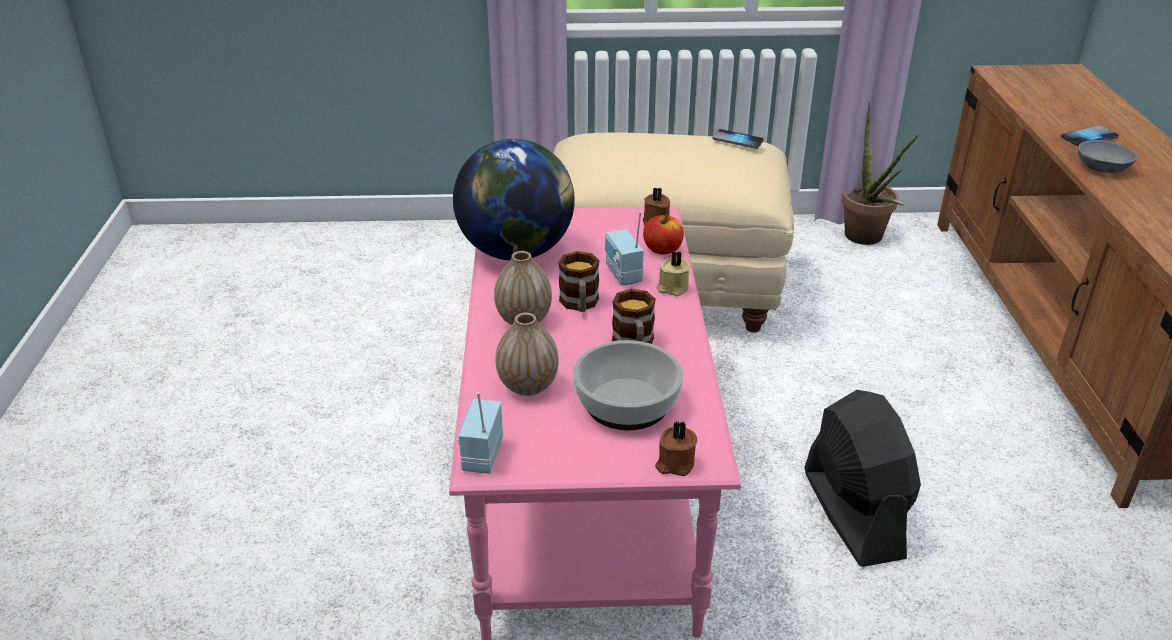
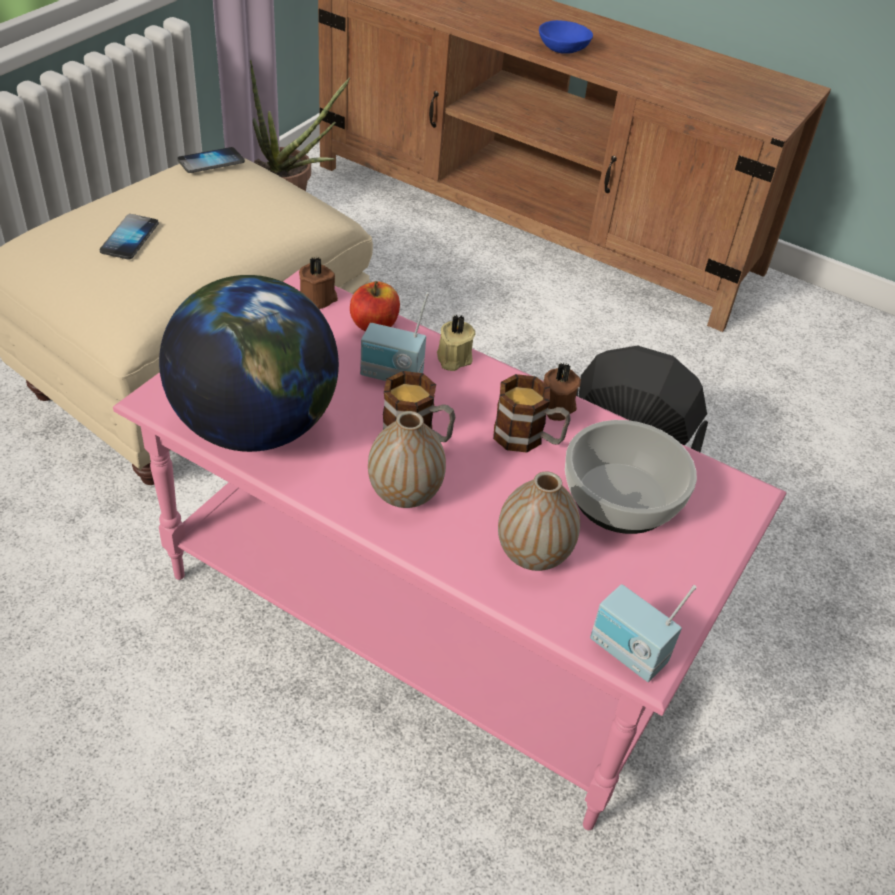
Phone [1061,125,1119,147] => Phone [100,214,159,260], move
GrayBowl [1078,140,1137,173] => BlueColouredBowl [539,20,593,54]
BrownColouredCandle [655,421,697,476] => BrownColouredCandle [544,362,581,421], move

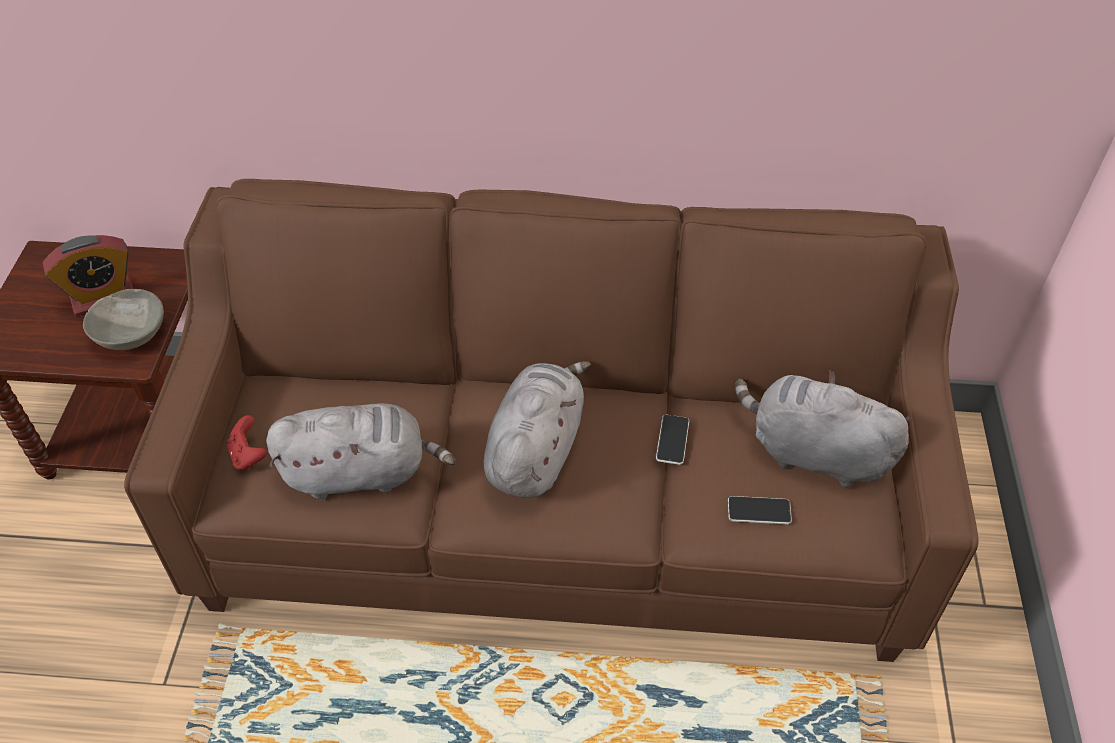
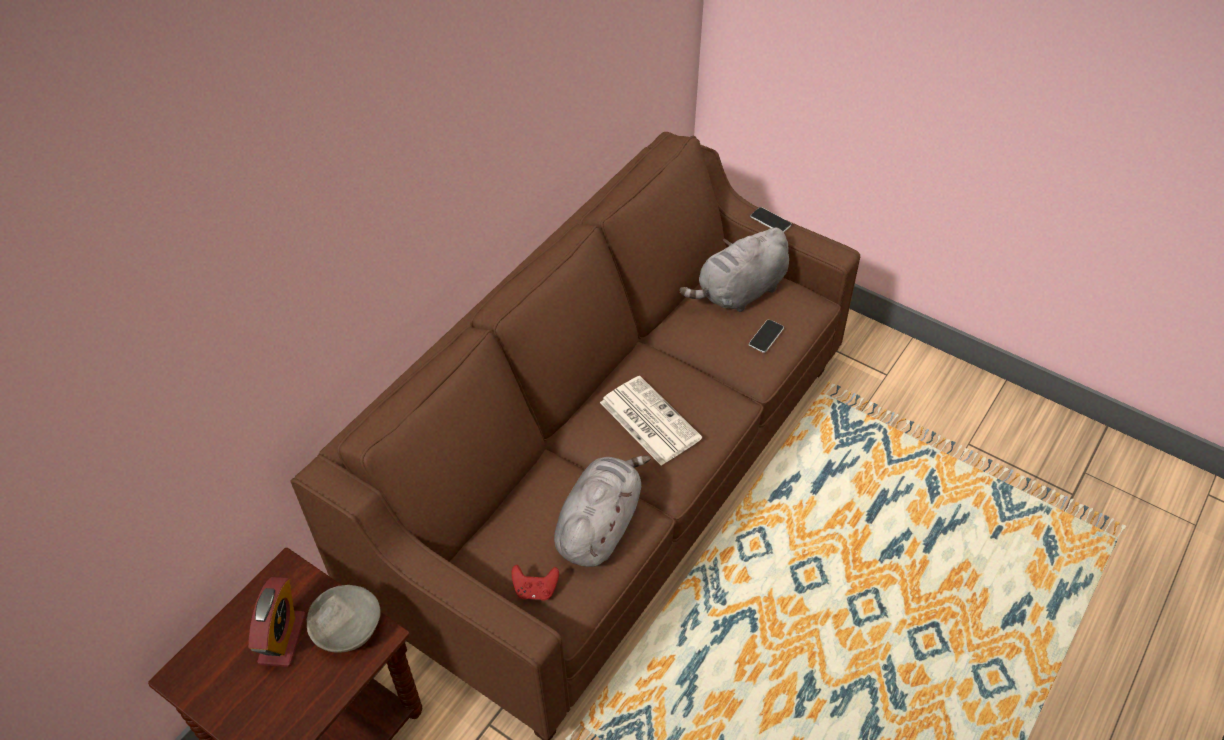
GraySoftToy [484,361,591,498] => Newspaper [600,376,702,466]
Phone [656,415,689,465] => Phone [750,207,792,232], move

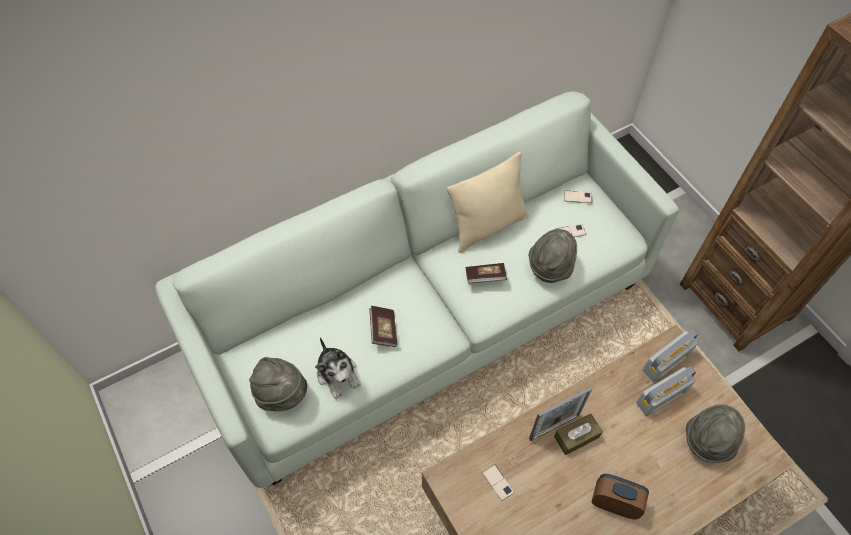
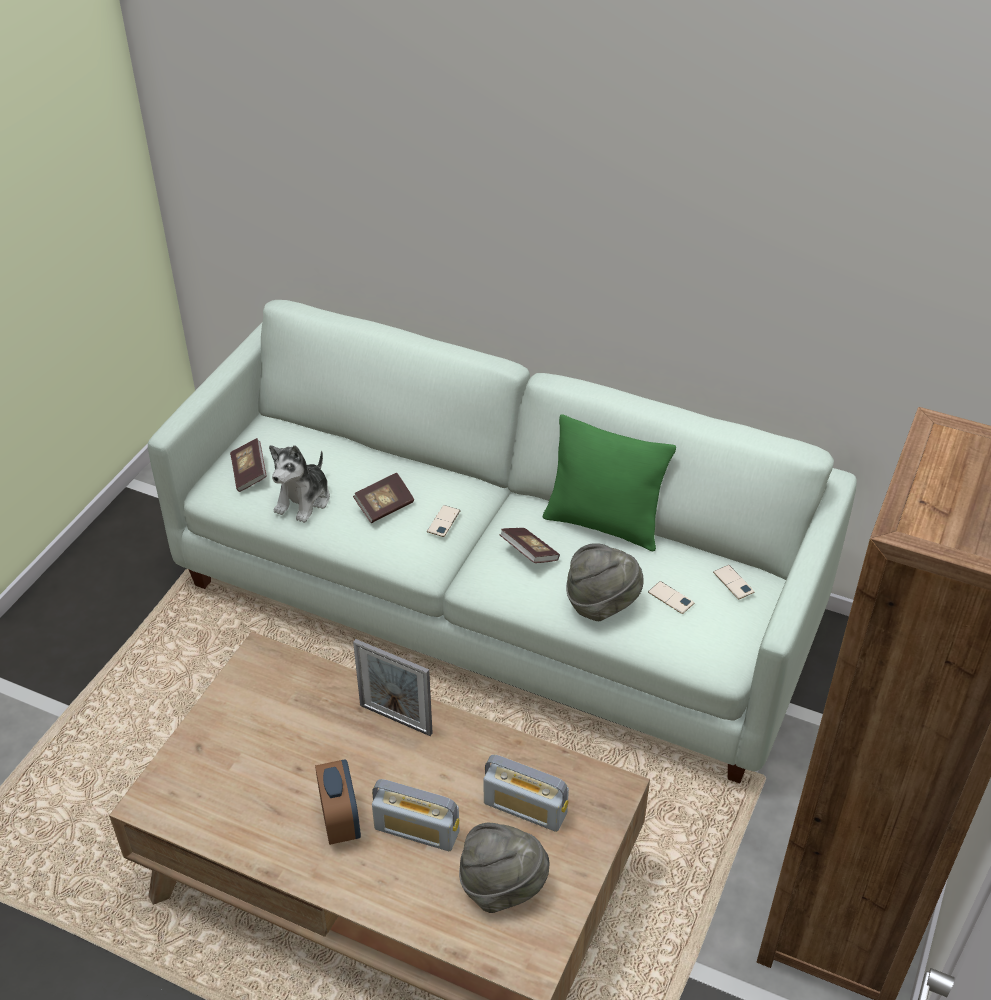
GrayHat [249,357,307,411] => Volume [230,438,267,492]
RadioSet [643,330,698,382] => RadioSet [372,779,459,851], move
Phone [482,464,514,501] => Phone [427,505,461,537], move
BeigeCushion [447,152,529,253] => GreenCushion [543,414,676,551]
BrownColouredTissueHolder [554,414,603,455] => nothing

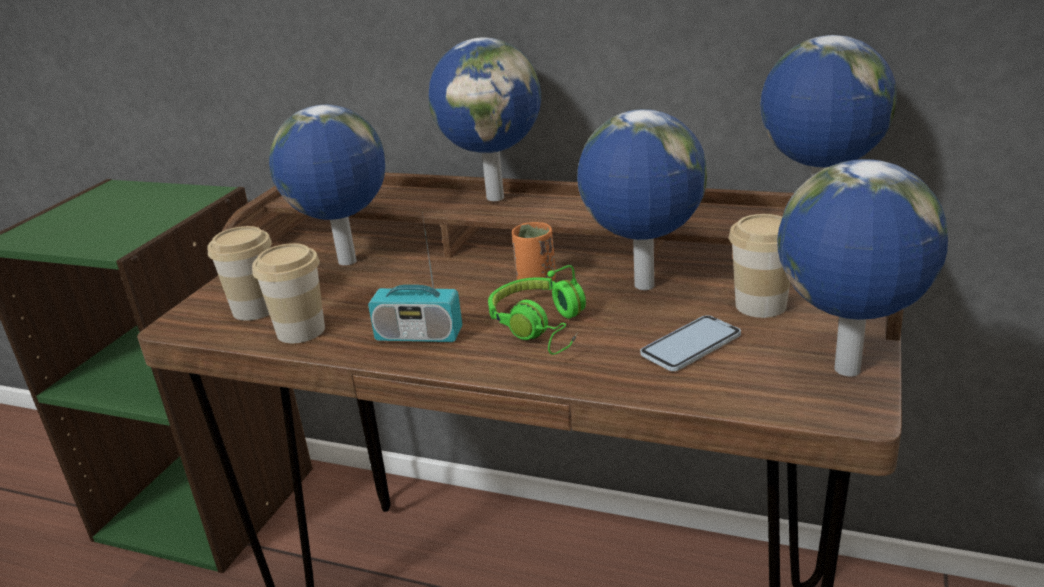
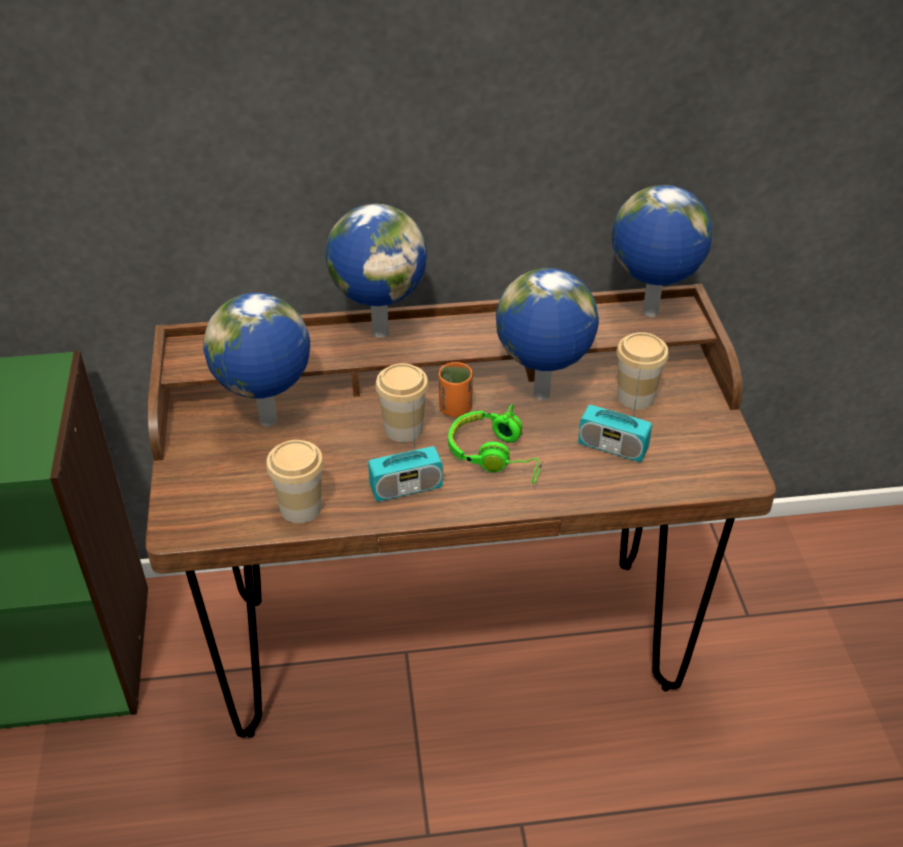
Cup [207,226,272,321] => Cup [375,363,429,442], move
Phone [640,315,741,371] => RadioSet [578,367,652,462]
DeskGlobe [777,159,948,376] => nothing

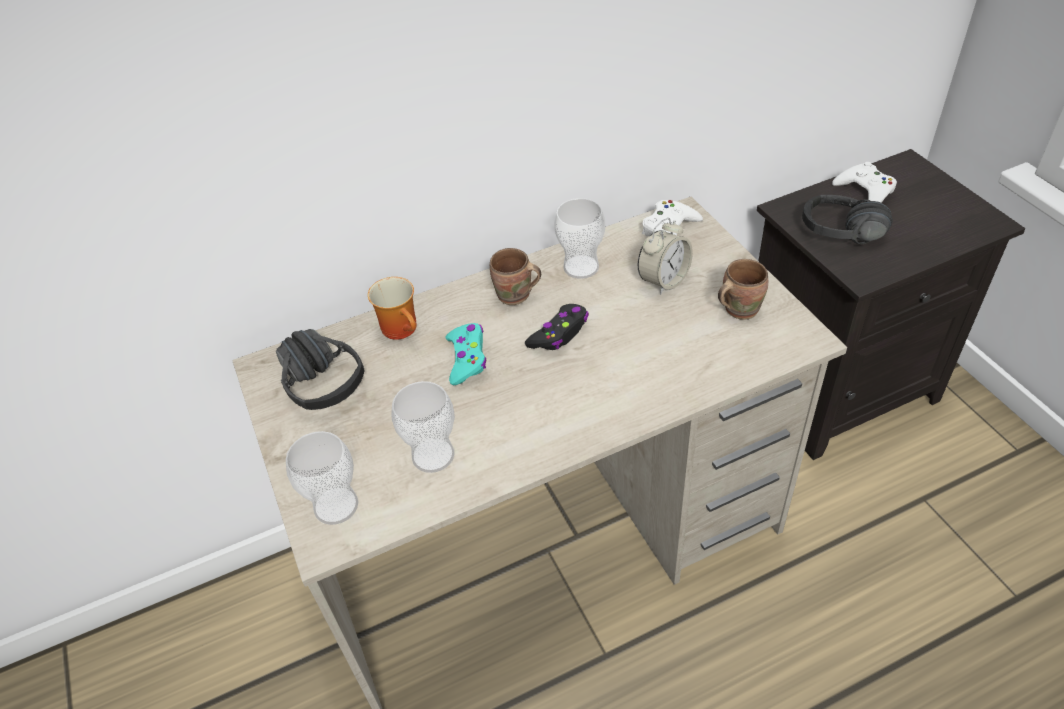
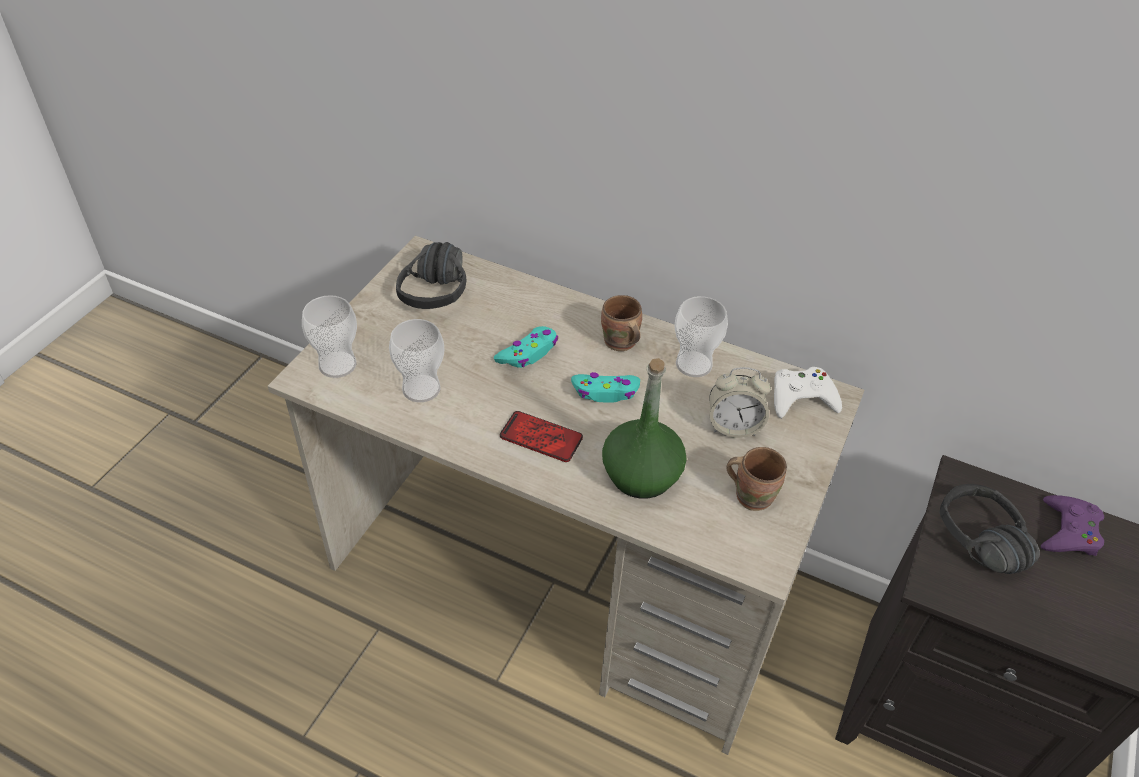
nothing => Phone [500,411,583,462]
BlackishGameController [525,304,589,350] => BlueGreenGameController [571,372,640,403]
nothing => GreenBeverageBottle [602,358,687,499]
WhiteGameController [832,162,897,202] => PurplishGameController [1041,495,1104,556]
TeaMug [368,277,417,340] => nothing

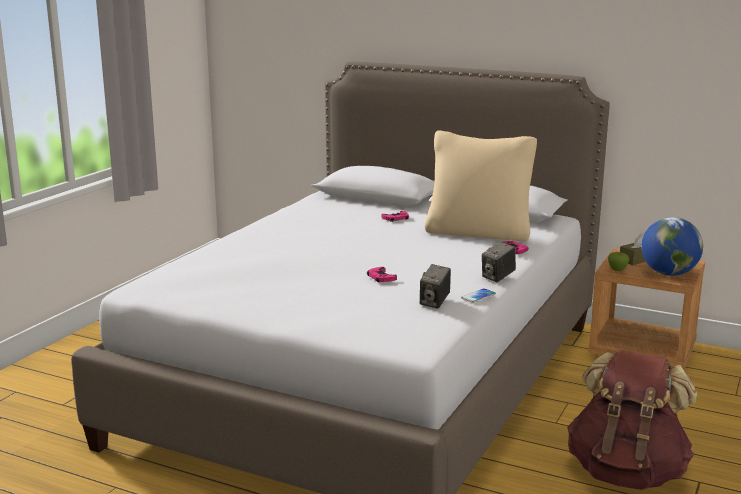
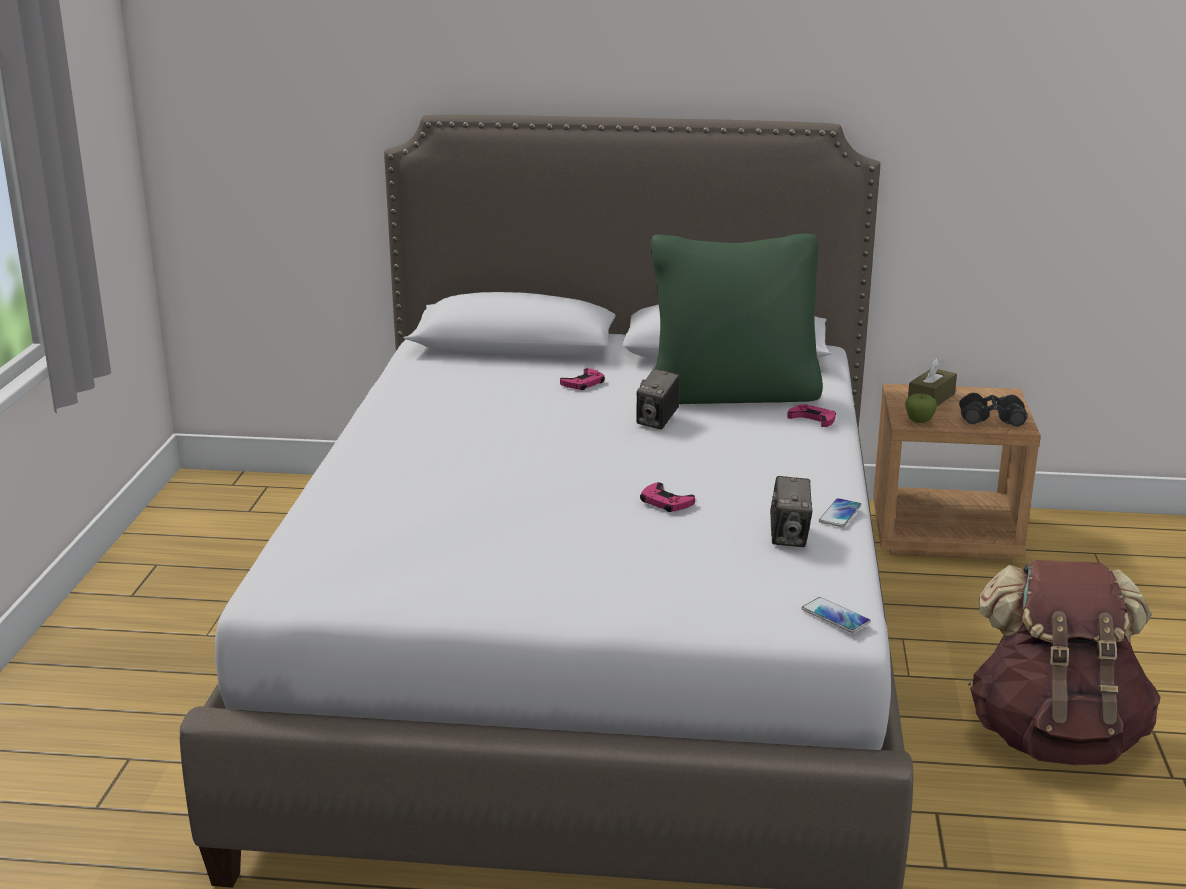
PhotoCamera [482,241,516,282] => PhotoCamera [636,369,680,429], move
BeigeCushion [424,130,537,241] => GreenCushion [651,234,823,404]
nothing => Phone [802,597,871,633]
DeskGlobe [641,217,703,276] => BlackishBinoculars [959,393,1028,427]

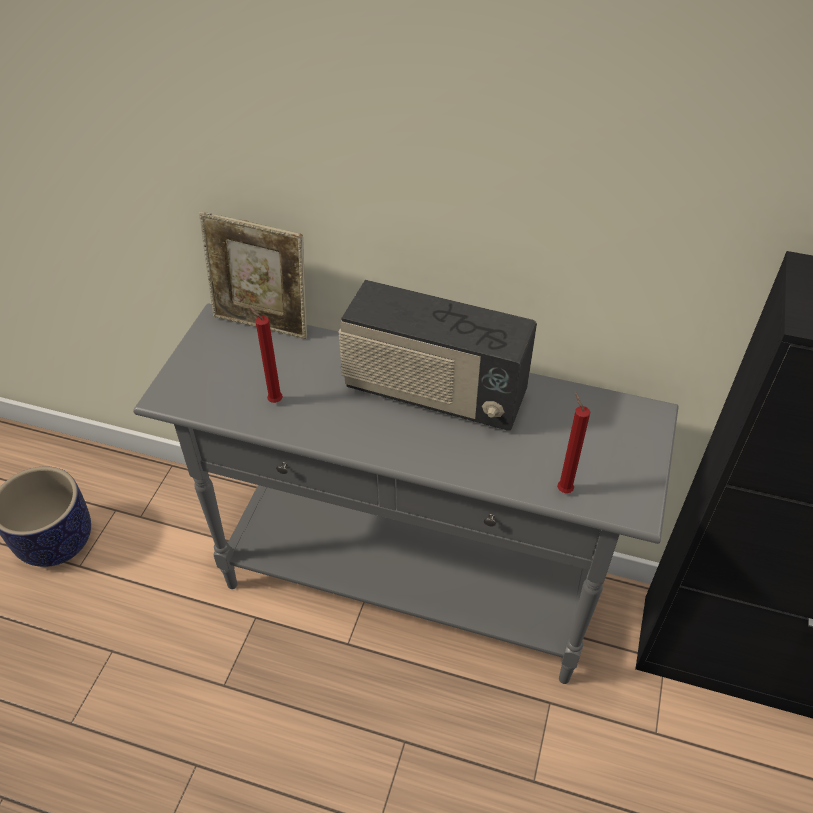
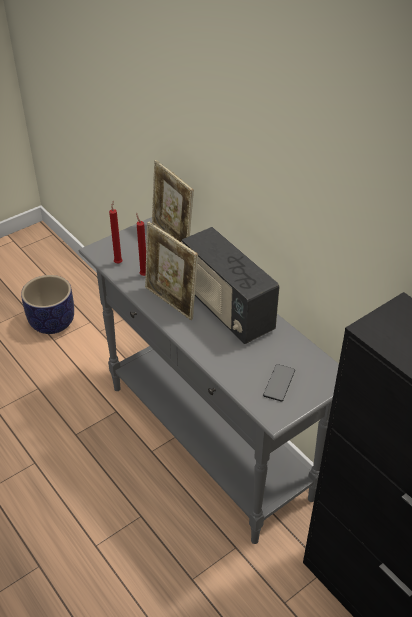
RedCandle [557,392,590,493] => RedCandle [109,200,123,264], move
nothing => PhotoFrame [145,222,198,320]
nothing => Phone [263,364,295,402]

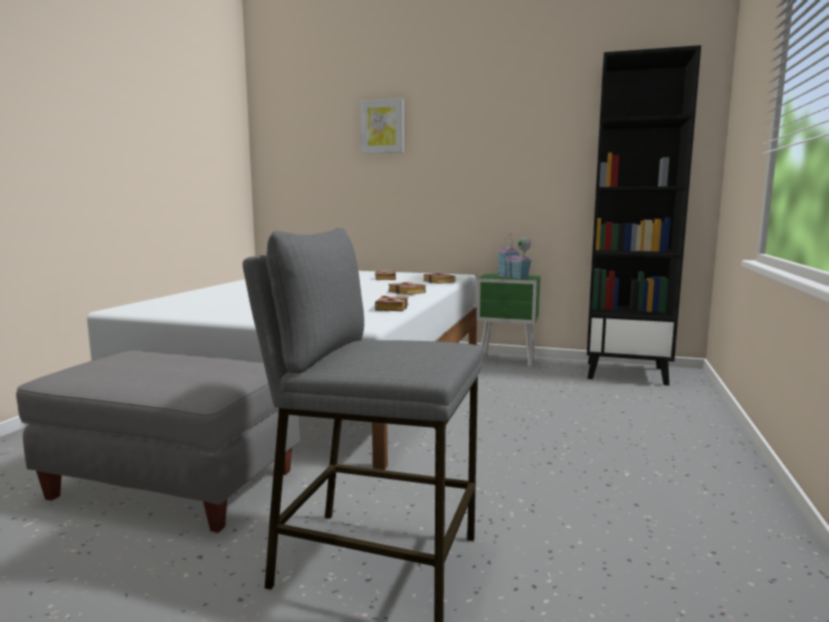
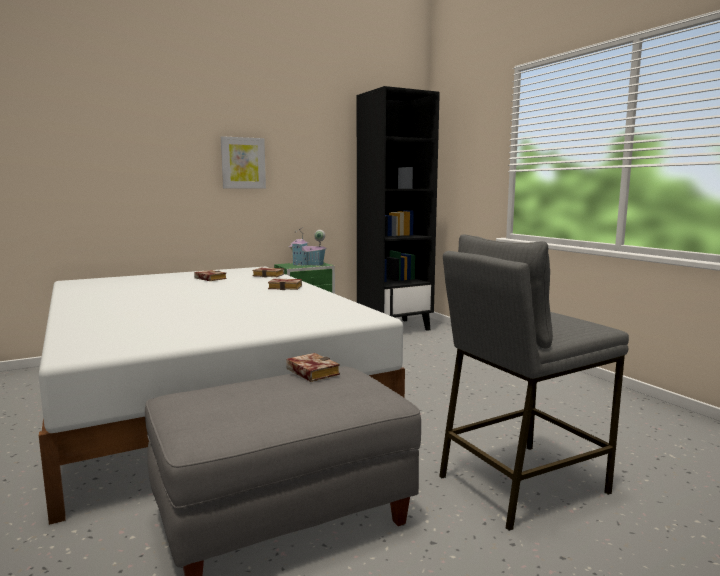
WallPicture [360,98,404,154] => WallPicture [221,136,266,189], move
Volume [375,296,409,311] => Volume [286,353,340,382], move

